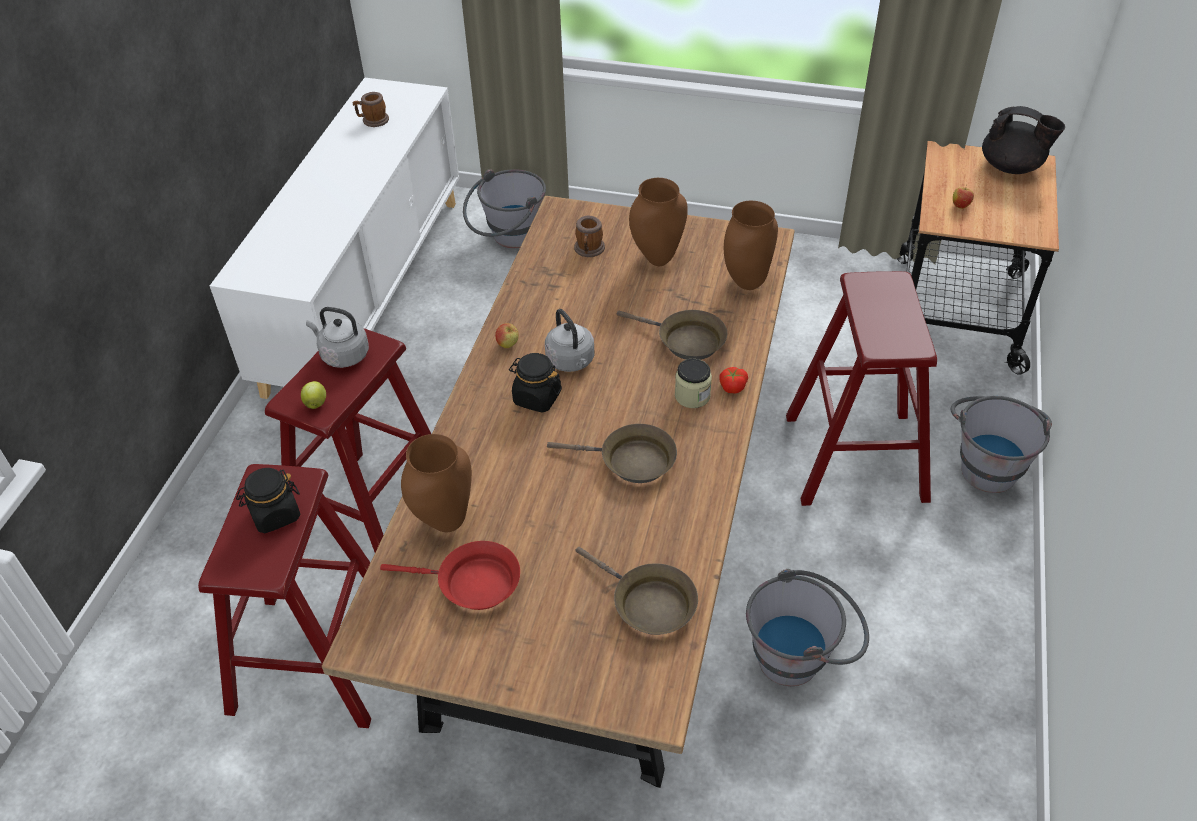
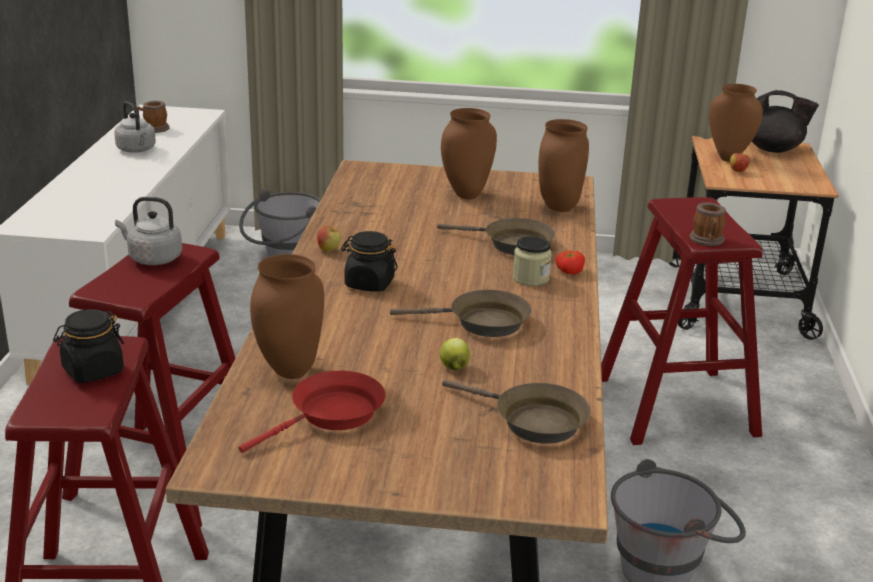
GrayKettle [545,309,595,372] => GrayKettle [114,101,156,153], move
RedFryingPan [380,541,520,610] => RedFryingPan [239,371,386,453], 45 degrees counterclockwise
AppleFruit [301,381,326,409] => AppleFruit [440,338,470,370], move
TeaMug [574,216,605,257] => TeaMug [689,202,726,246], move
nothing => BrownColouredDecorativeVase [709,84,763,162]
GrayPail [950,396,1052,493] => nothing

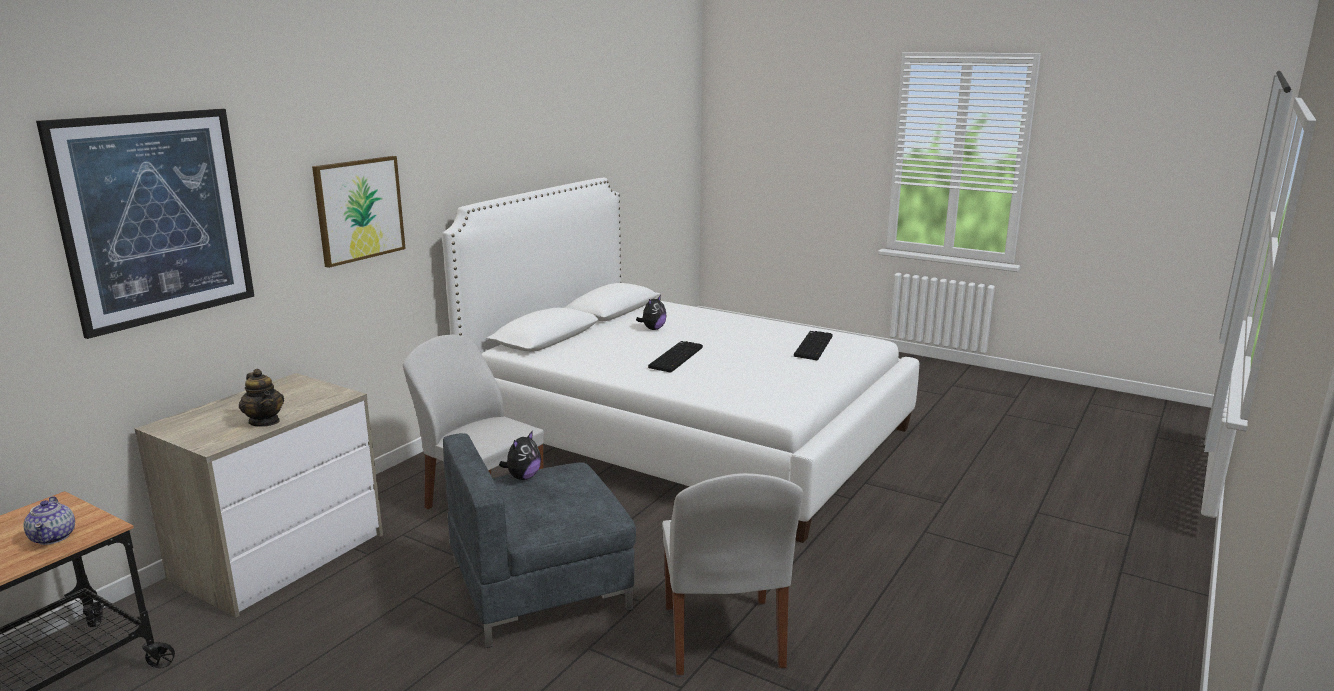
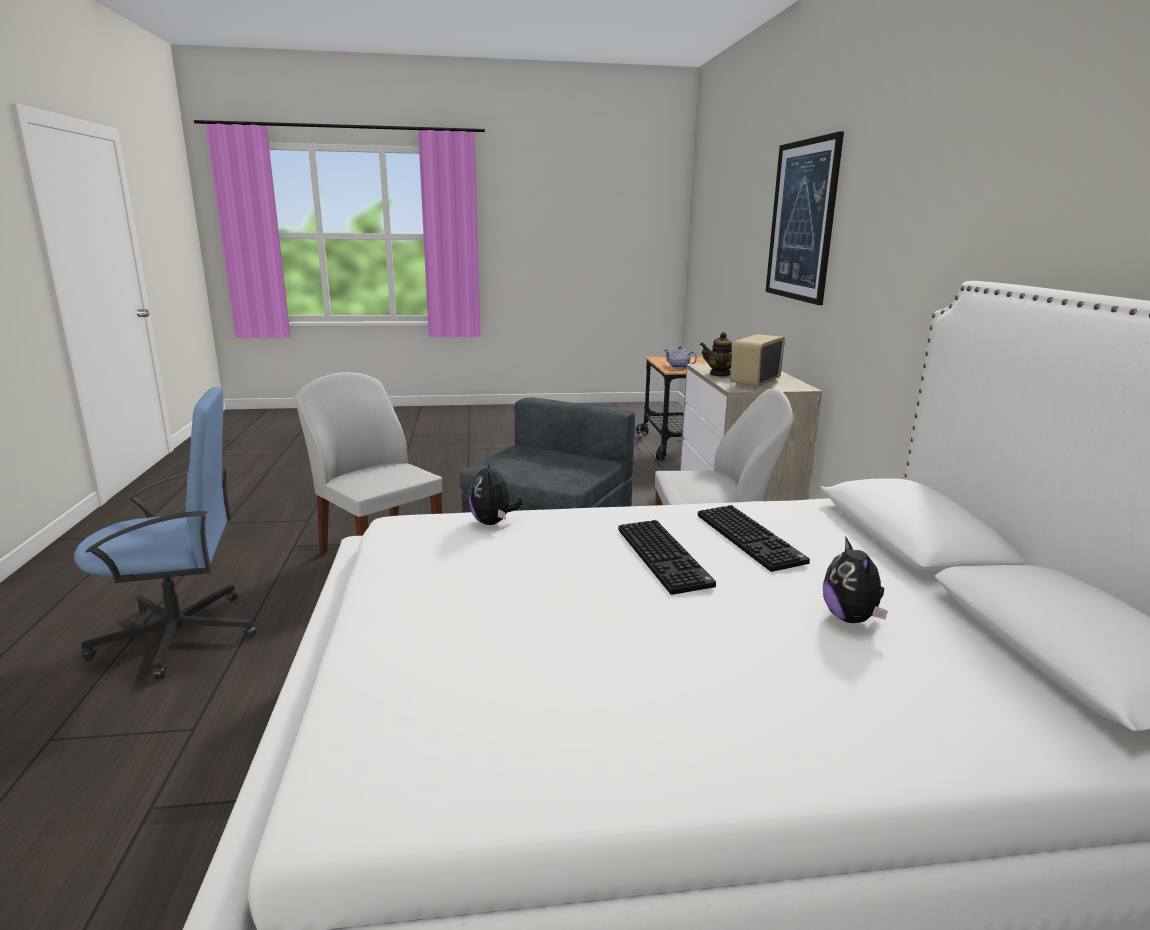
nothing => BlueColouredComputerChair [74,387,256,679]
SoftToy [499,430,541,480] => SoftToy [469,460,522,525], move
Keyboard [794,331,833,360] => Keyboard [698,505,810,572], move
nothing => RadioSet [730,334,785,388]
WallPicture [312,156,406,268] => nothing

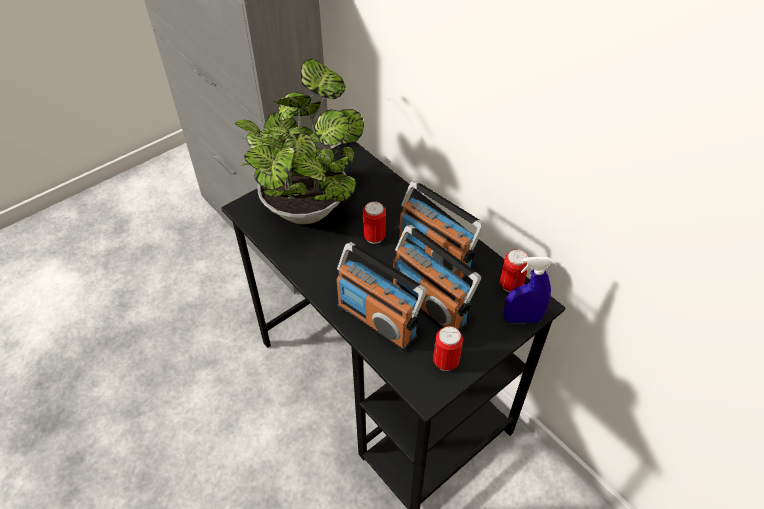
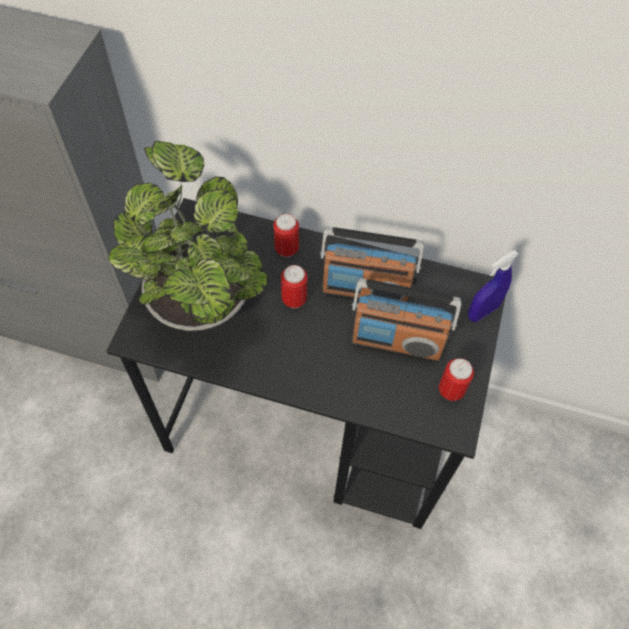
Can [500,249,528,292] => Can [274,214,299,257], move
RadioSet [337,242,427,351] => nothing

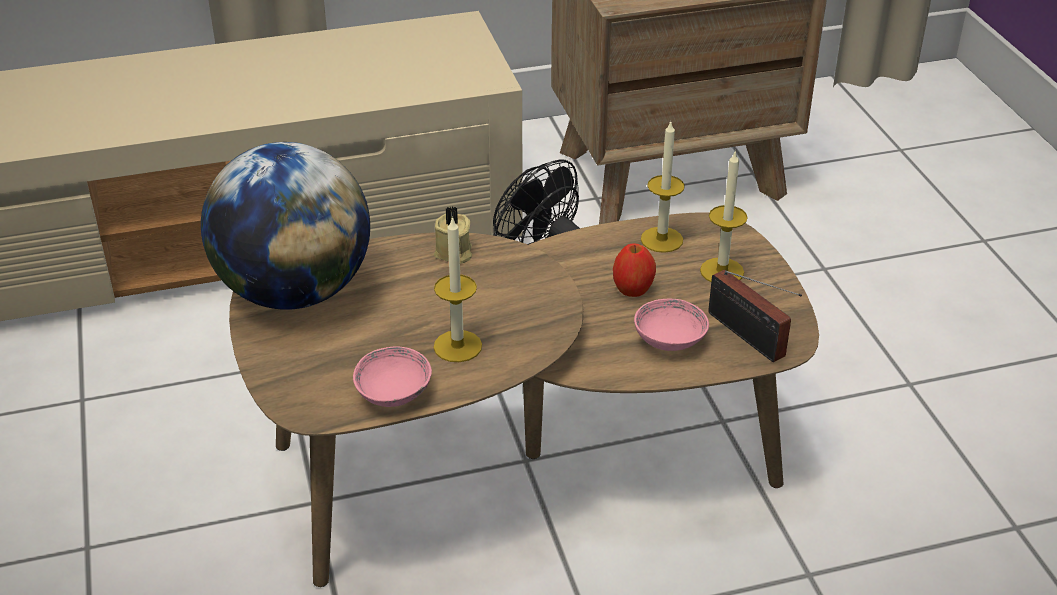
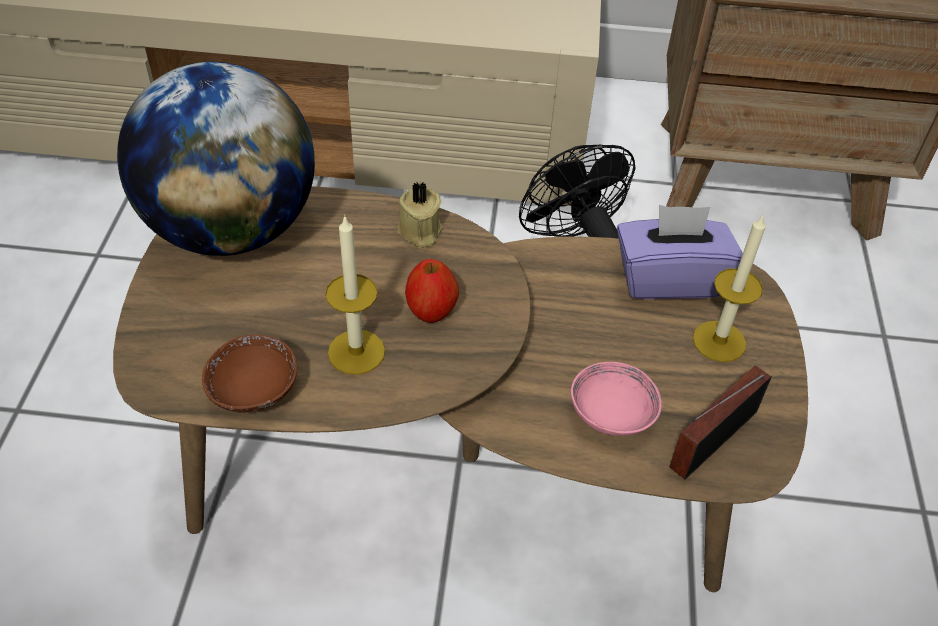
PinkColouredBowl [353,346,432,407] => BrownColouredBowl [202,335,297,413]
AppleFruit [613,244,656,297] => AppleFruit [405,259,459,323], move
Candle [641,122,685,253] => PurplishTissueHolder [617,205,743,299]
RadioSet [708,270,802,362] => RadioSet [669,366,772,479], 60 degrees clockwise

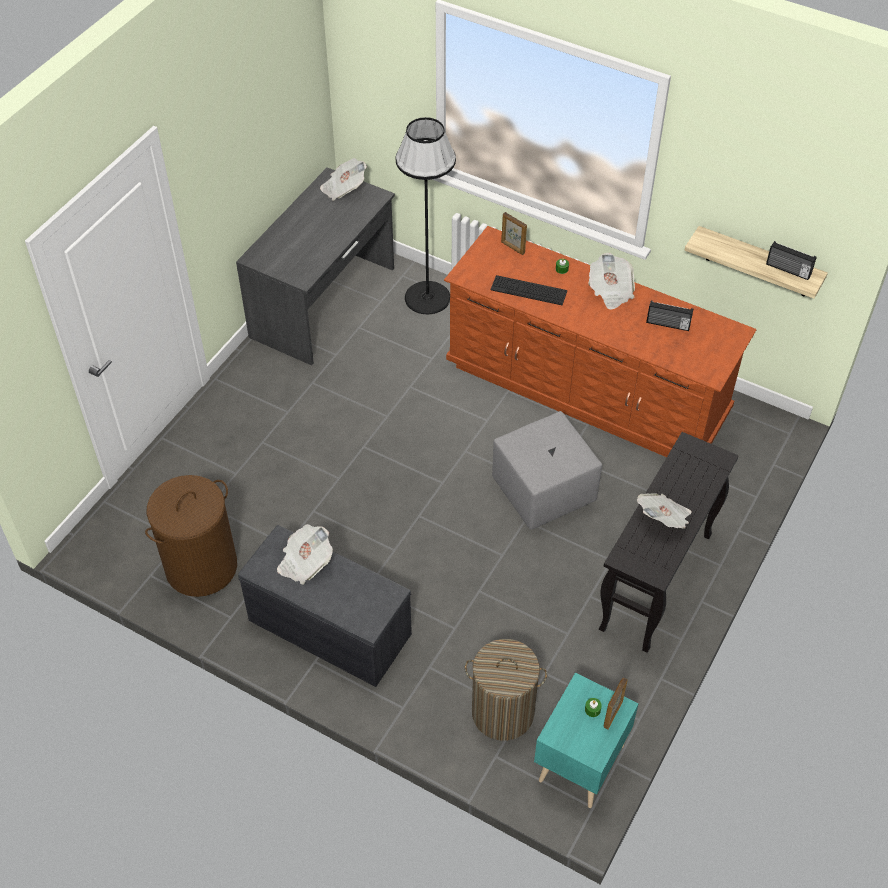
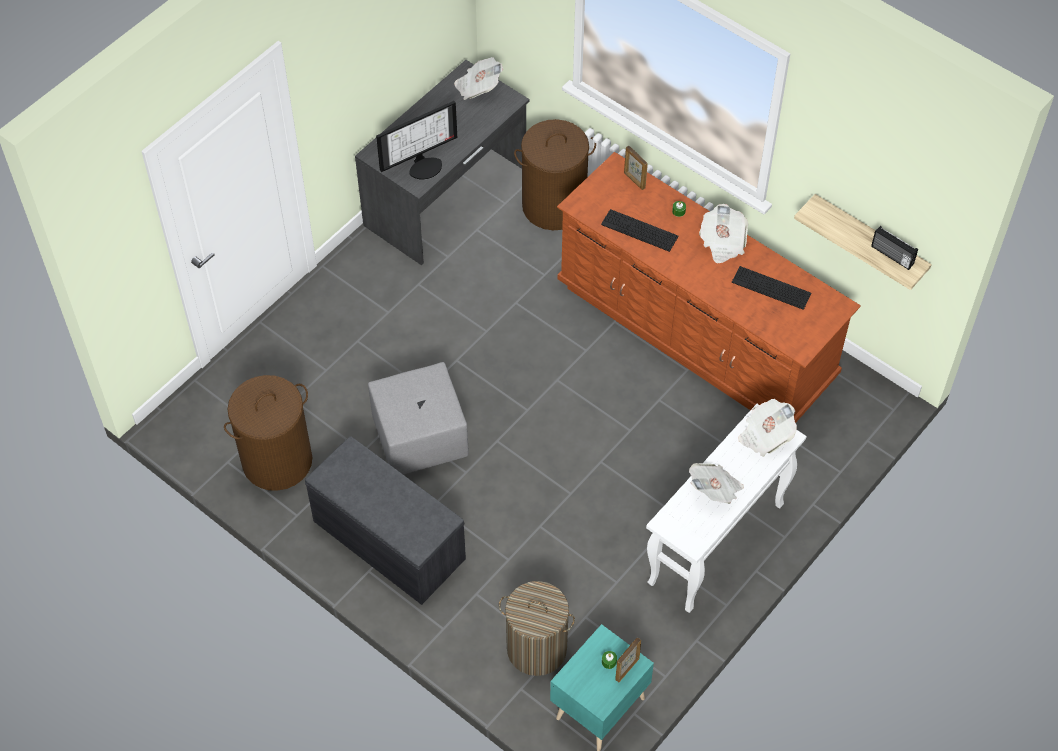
GrayOttoman [492,411,602,530] => GrayOttoman [368,362,469,475], move
nothing => ComputerDisplay [376,101,457,180]
BlackishFloorLamp [396,117,456,314] => BrownColouredWashingBasket [514,119,596,230]
BlackishConsoleTable [599,432,739,653] => WhiteConsoleTable [646,404,807,613]
RadioSet [646,300,693,331] => Keyboard [732,266,812,310]
Newspaper [277,524,333,584] => Newspaper [738,399,797,457], move

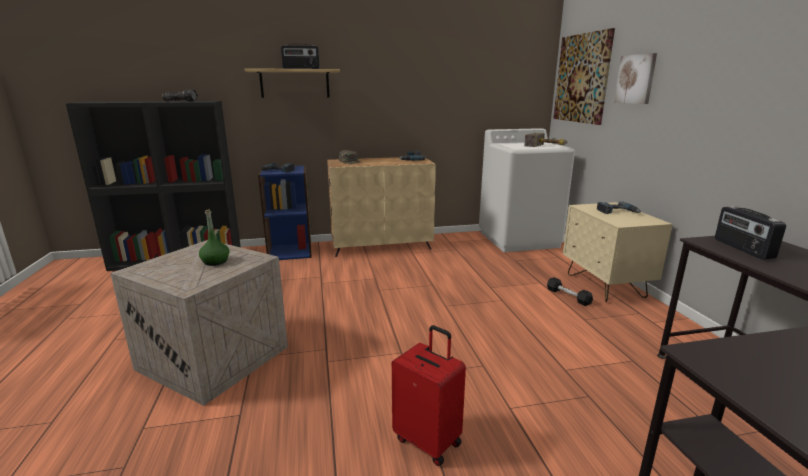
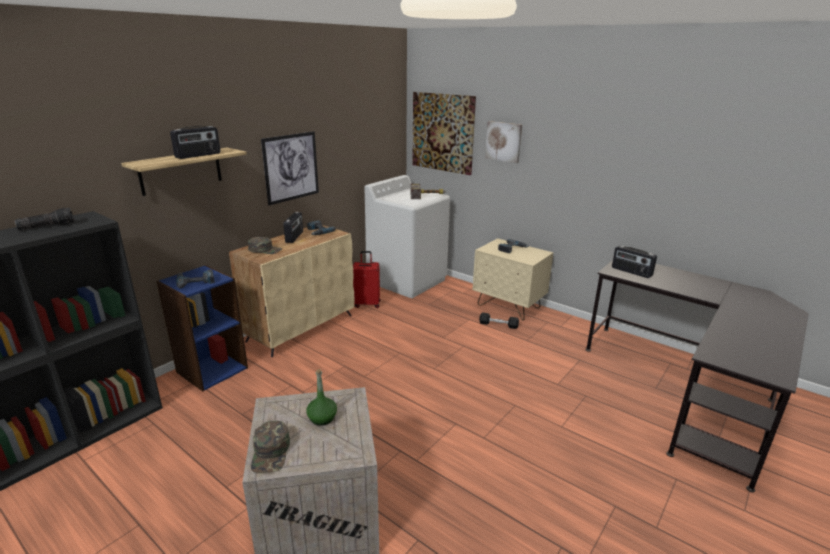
nothing => GreenBaseballCap [251,421,290,473]
nothing => WallPicture [261,131,319,205]
nothing => RadioSet [283,212,303,243]
RedSuitcase [392,325,466,466] => RedSuitcase [353,251,380,308], move

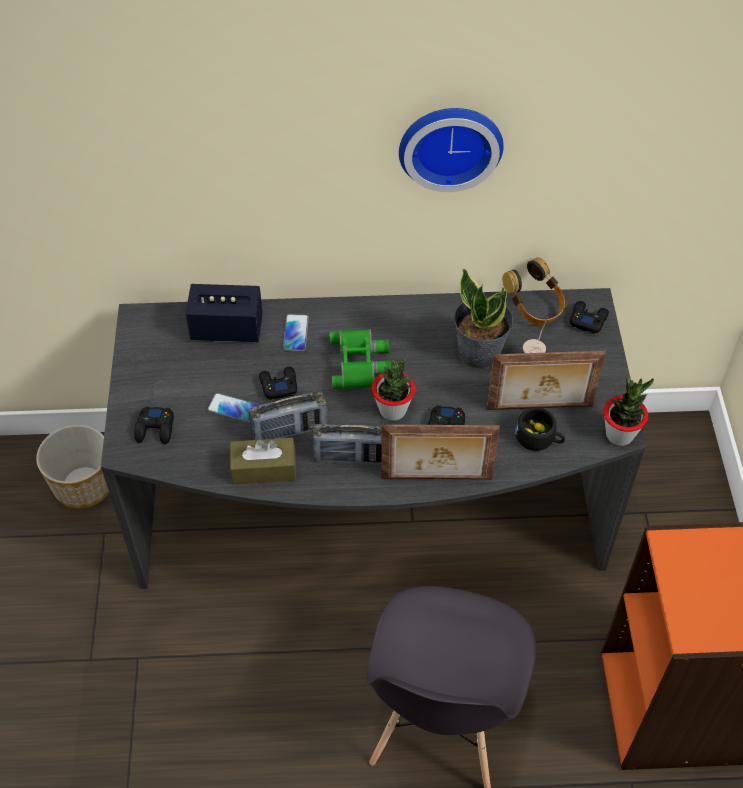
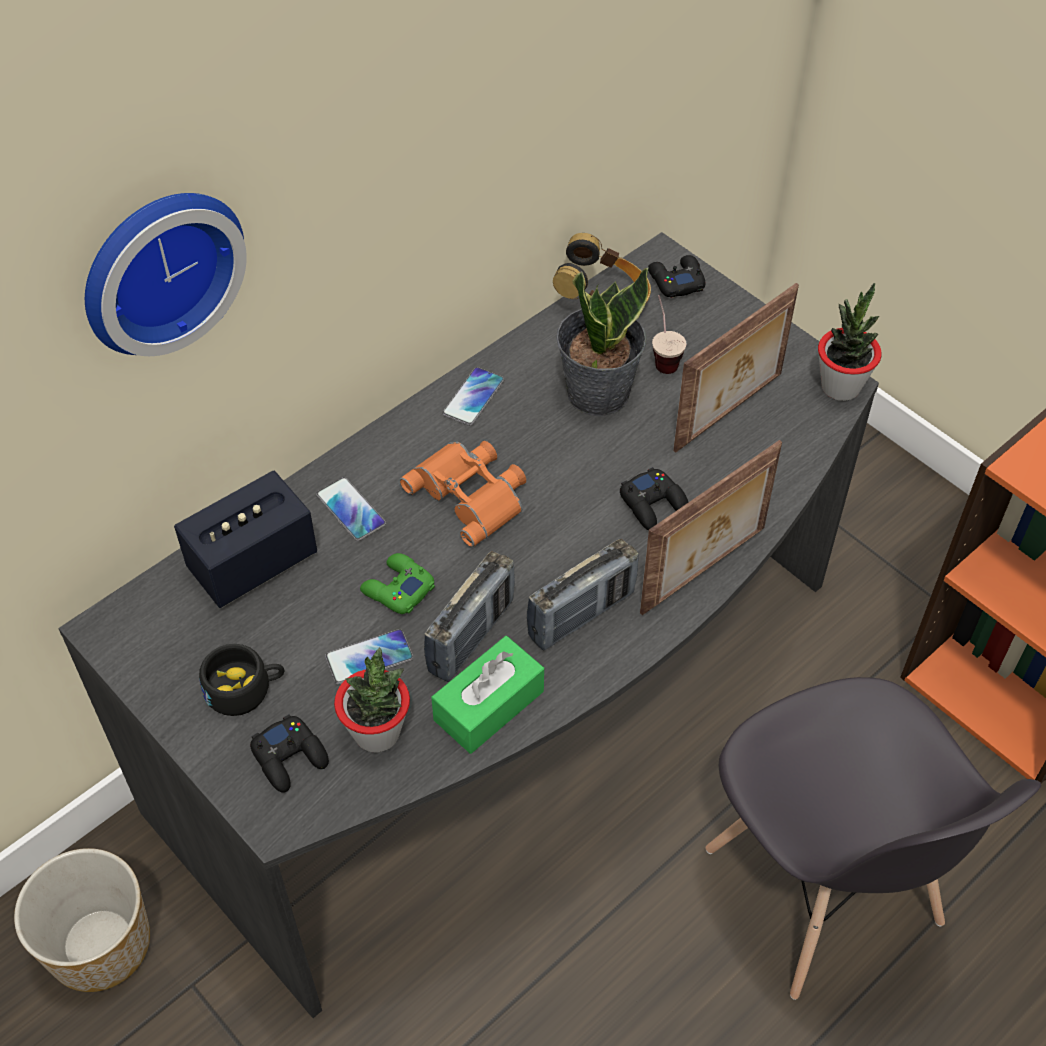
ClockOnTheWall [399,108,504,192] => ClockOnTheWall [85,193,247,356], move
BlackishCup [515,407,565,451] => BlackishCup [199,644,284,716], move
PlantInAPot [372,359,415,421] => PlantInAPot [334,648,410,753], move
BlackishGameController [259,367,297,400] => GreenGameController [360,553,435,614]
GreenBinoculars [329,329,391,389] => OrangeColouredBinoculars [400,441,526,547]
BrownColouredTissueHolder [230,438,296,485] => GreenTissueHolder [431,636,544,754]
nothing => Phone [442,367,504,426]

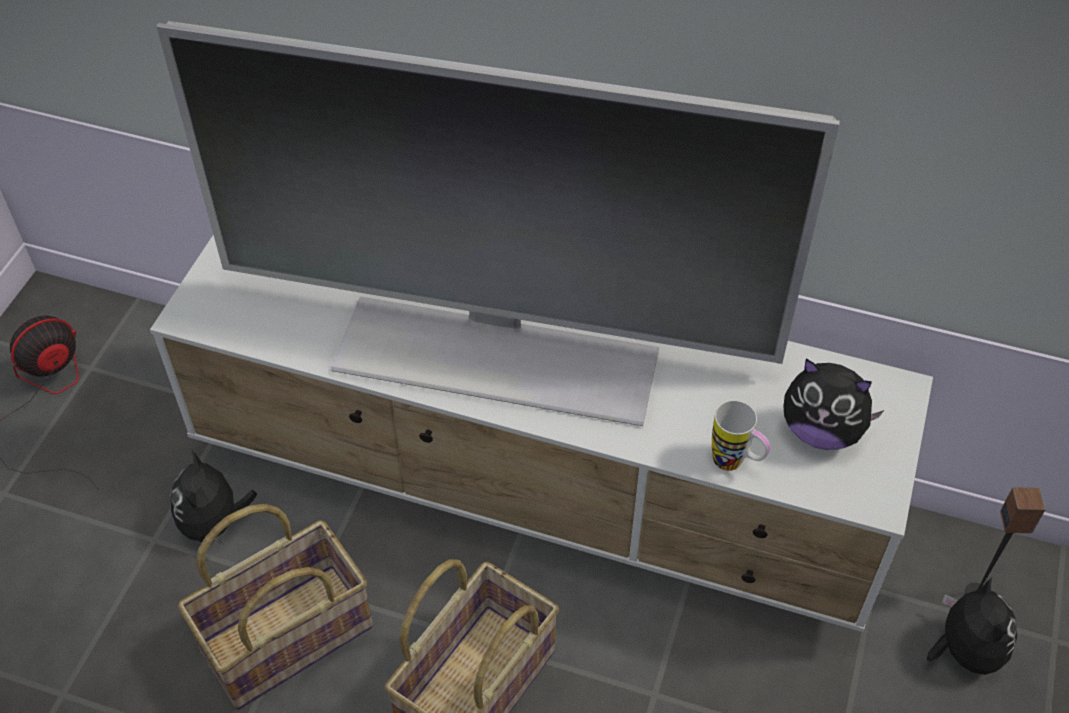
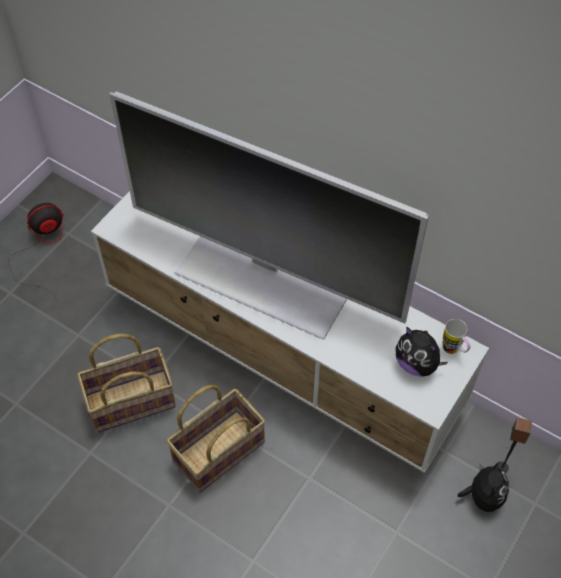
TeaMug [712,400,770,471] => TeaMug [443,319,470,354], move
SoftToy [170,449,257,547] => nothing

